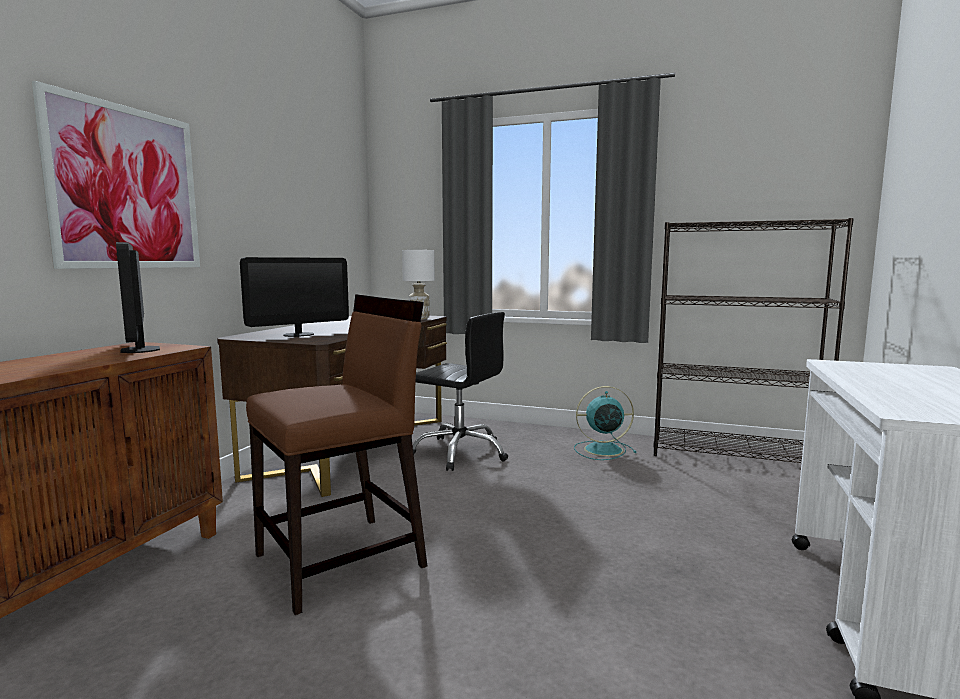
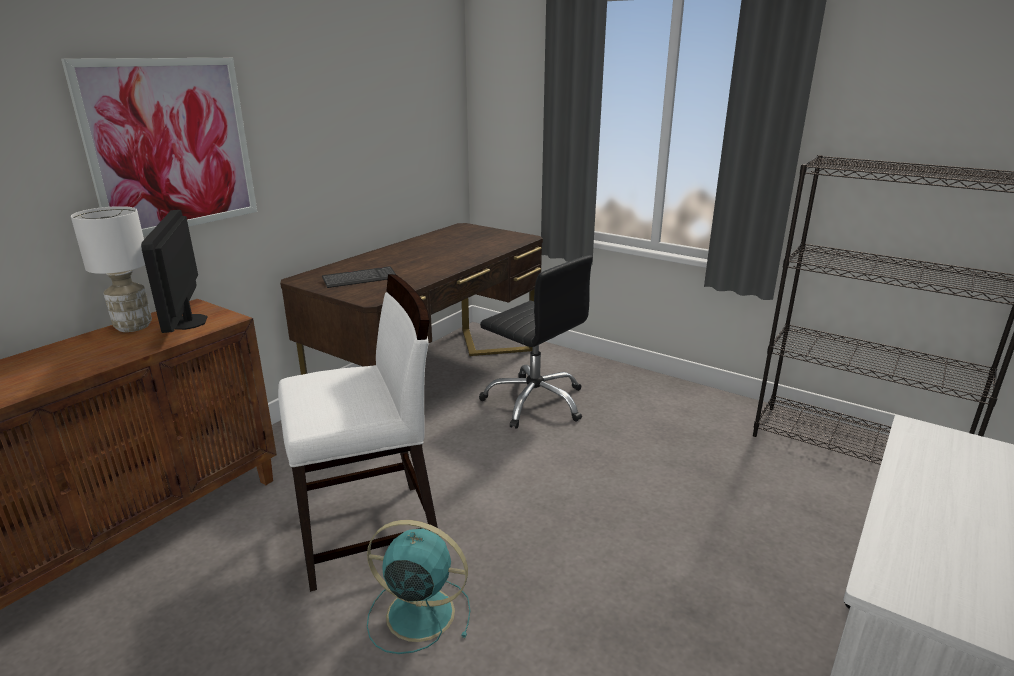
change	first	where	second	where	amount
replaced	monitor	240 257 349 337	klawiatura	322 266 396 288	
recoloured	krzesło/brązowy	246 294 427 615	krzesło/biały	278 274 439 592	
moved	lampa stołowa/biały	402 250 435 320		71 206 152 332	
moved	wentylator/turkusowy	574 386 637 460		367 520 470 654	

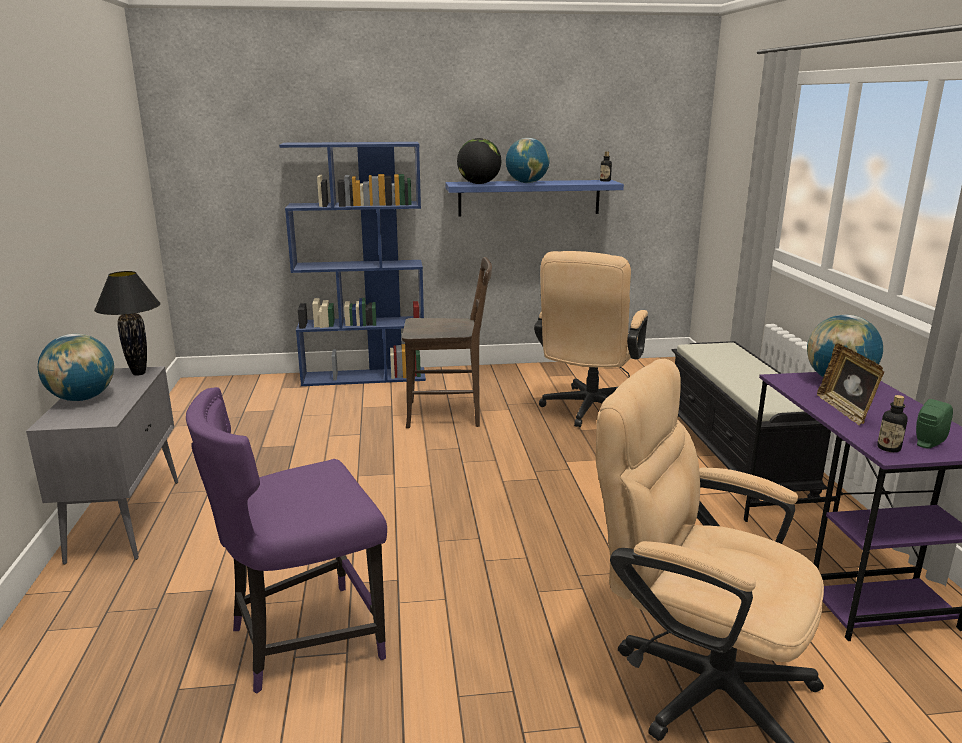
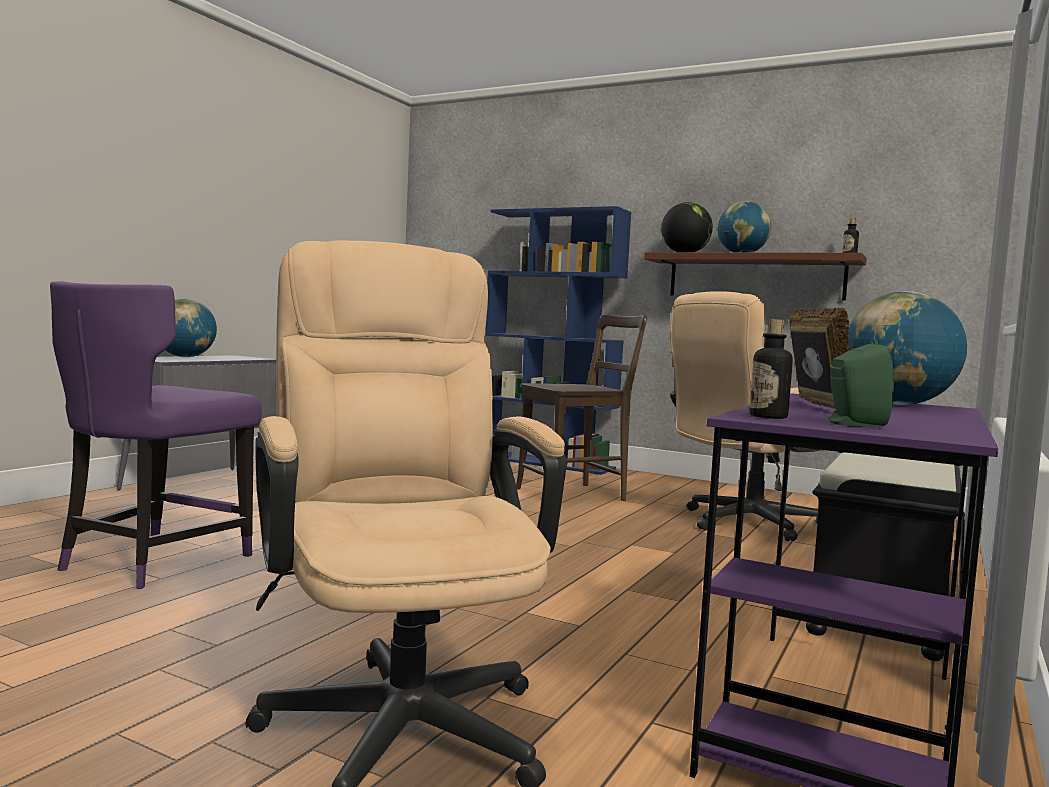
change	first	where	second	where	amount
removed	lampa stołowa/czarny	94 271 160 376			
turned	krzesło/fioletowy	186 387 387 694		50 281 262 589	75 degrees counterclockwise
turned	krzesło/brązowy	402 257 492 428		516 314 647 501	60 degrees counterclockwise
recoloured	półka/niebieski	445 180 624 216	półka/brązowy	644 252 867 301	
turned	ramka na zdjęcie	817 343 884 425		789 307 851 409	150 degrees clockwise

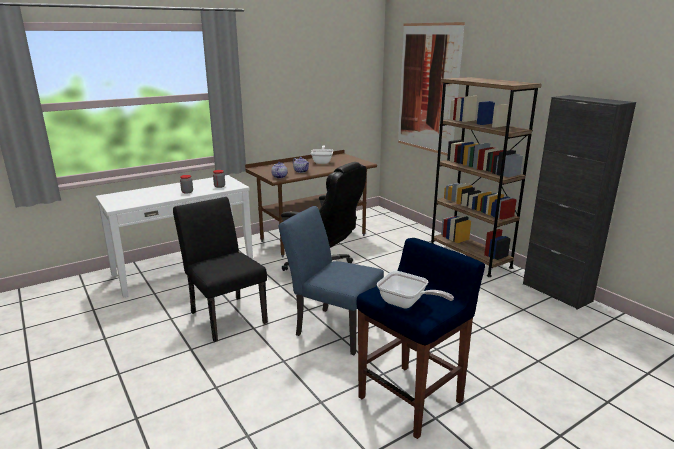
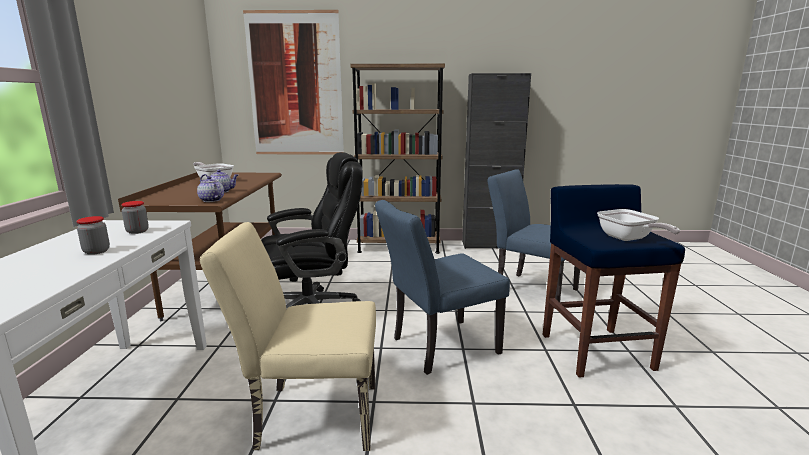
change	first	where	second	where	amount
recoloured	krzesło/czarny	173 197 268 342	krzesło/beżowy	200 222 376 451	
turned	patelnia	377 271 454 308		597 209 680 241	90 degrees clockwise
added			krzesło/niebieski	487 169 580 302	

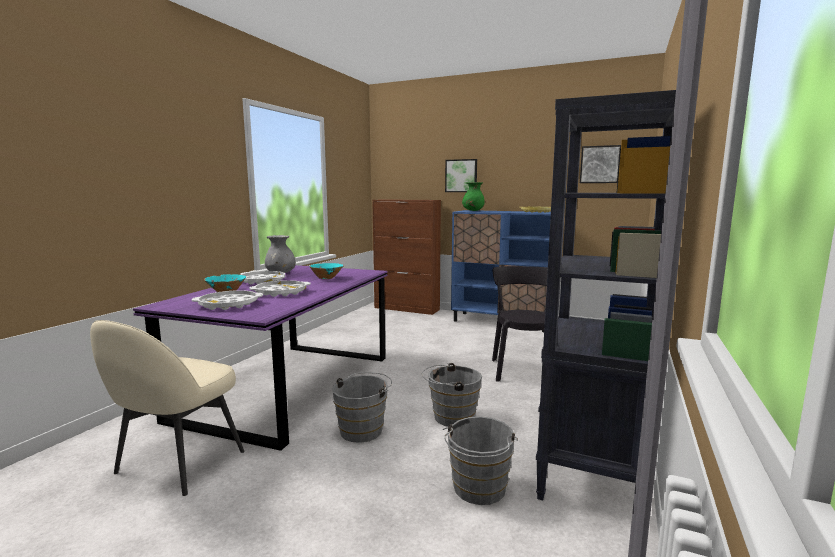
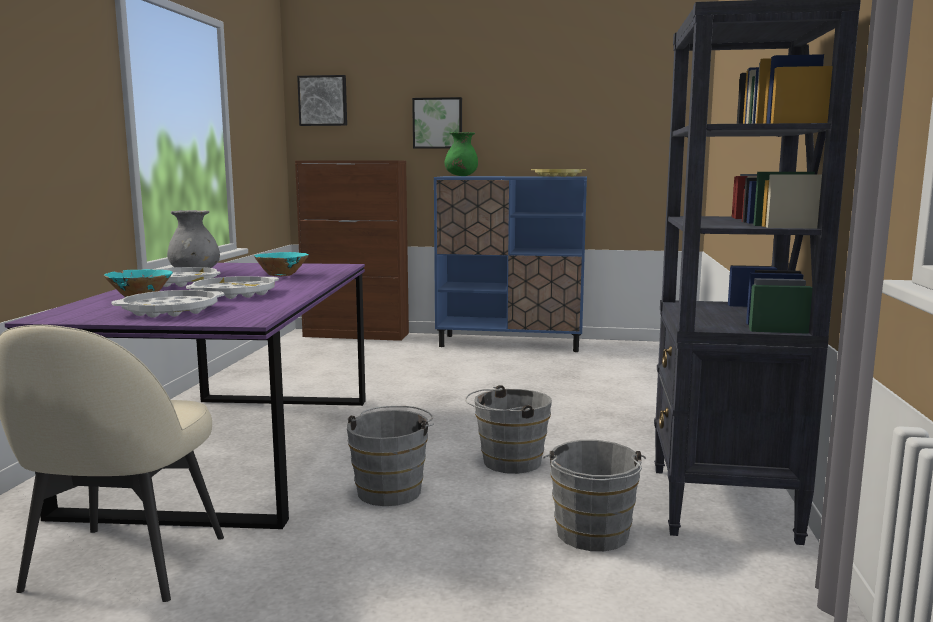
change	first	where	second	where	amount
removed	krzesło/czarny	492 266 548 382			
moved	obraz	580 145 621 183		297 75 347 126	

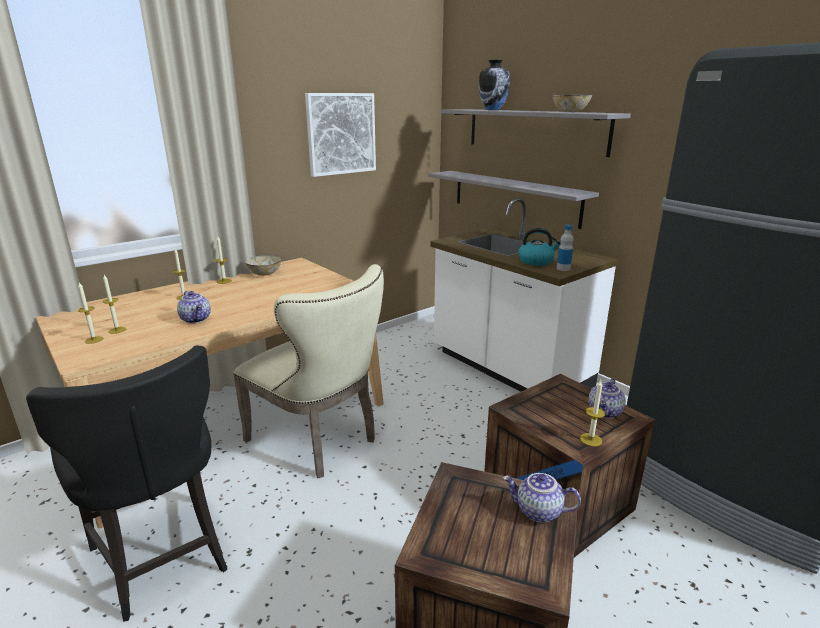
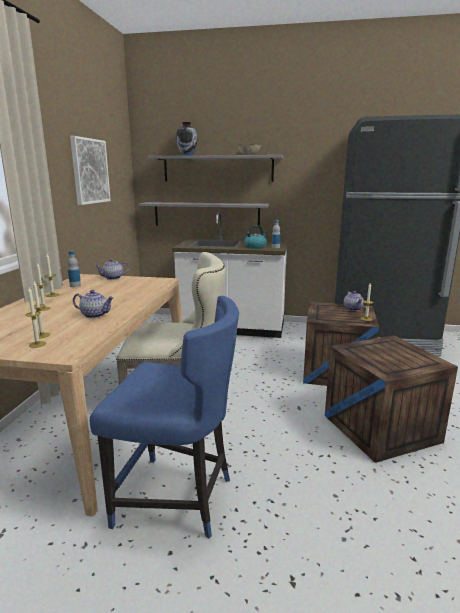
change	first	where	second	where	amount
recoloured	krzesło/czarny	26 345 227 622	krzesło/niebieski	90 296 239 539	
replaced	miska	244 254 282 276	butelka	68 251 81 287	
moved	imbryk	503 473 581 523		94 259 129 280	

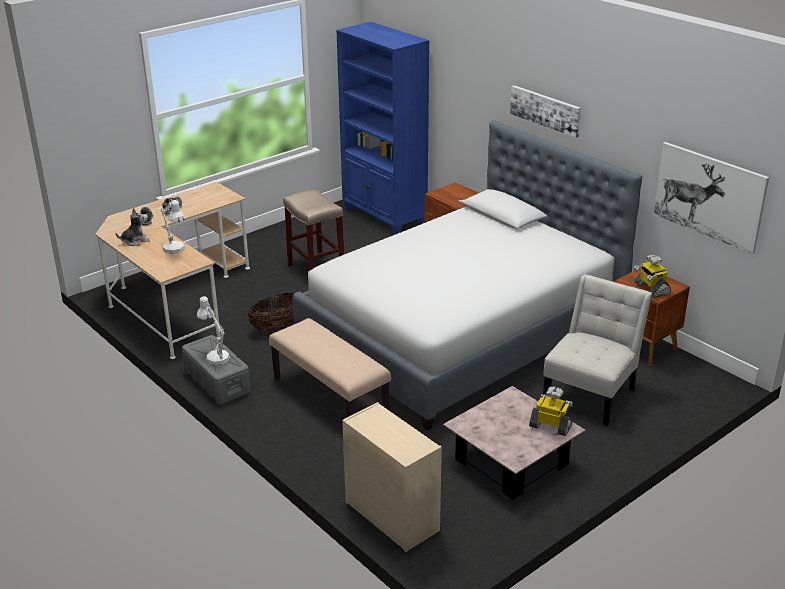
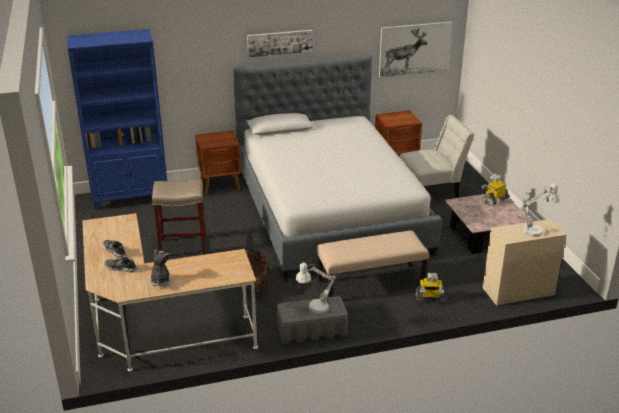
change	first	where	second	where	amount
moved	lampa stołowa/biały	161 199 185 254		522 183 560 237	
turned	krzesło/biały	543 274 652 426		399 115 475 198	105 degrees clockwise
moved	robot zabawkowy	634 255 671 298		416 272 445 303	

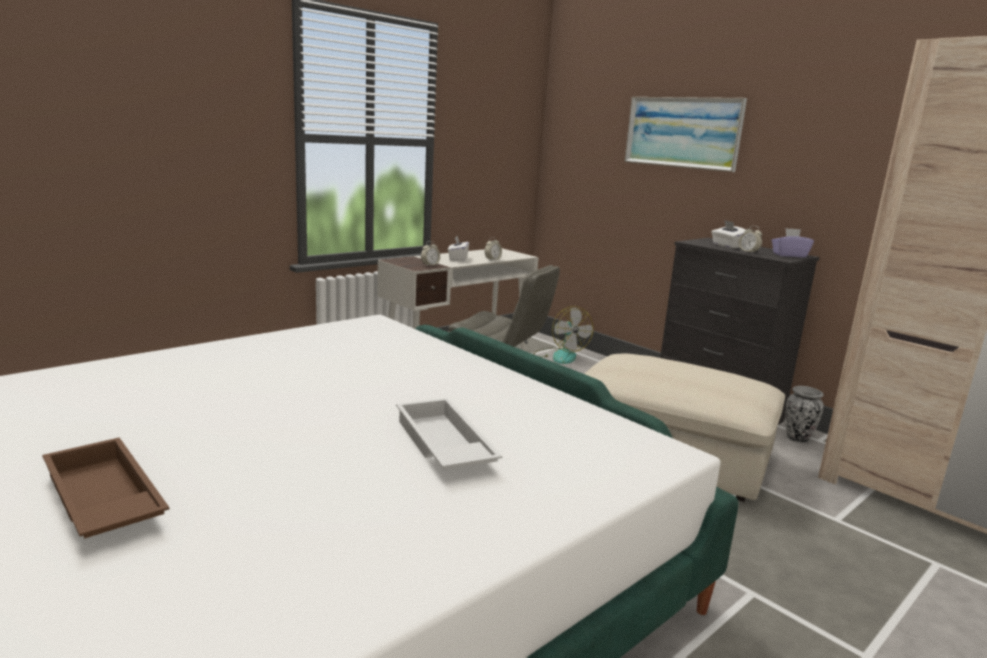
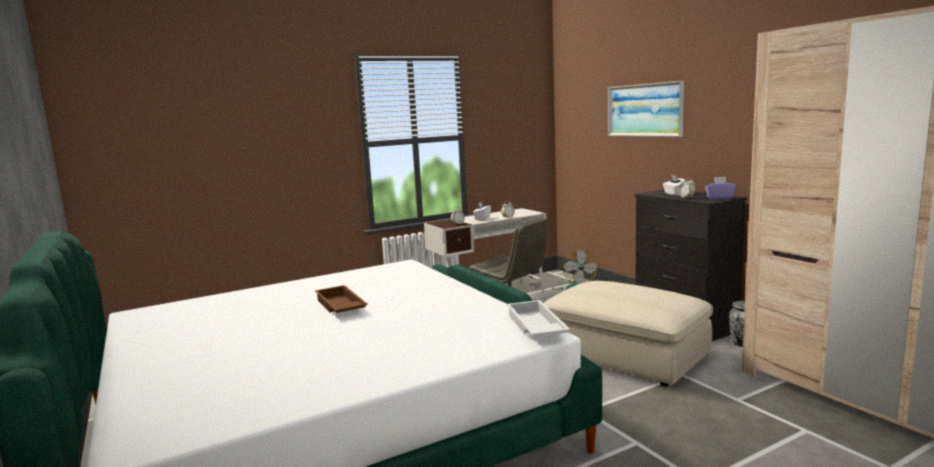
change	first	where	second	where	amount
moved	taca/brązowy	42 437 169 538		315 285 368 313	
moved	taca/biały	396 398 502 470		507 300 570 337	

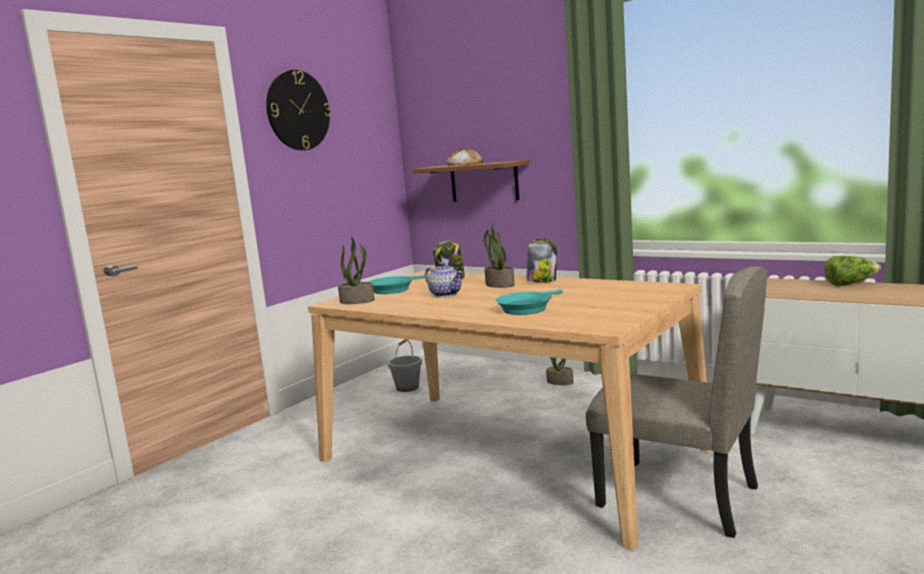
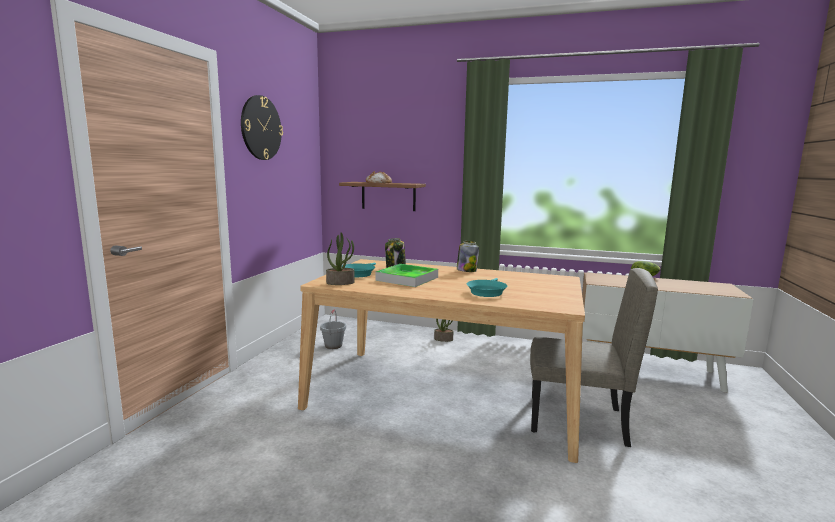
change	first	where	second	where	amount
replaced	imbryk	425 262 463 297	taca	375 264 438 287	
removed	roślina doniczkowa	483 223 515 288			

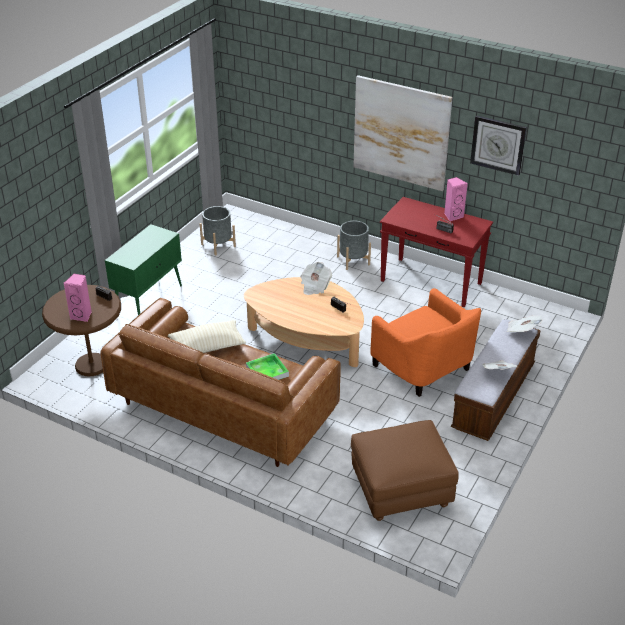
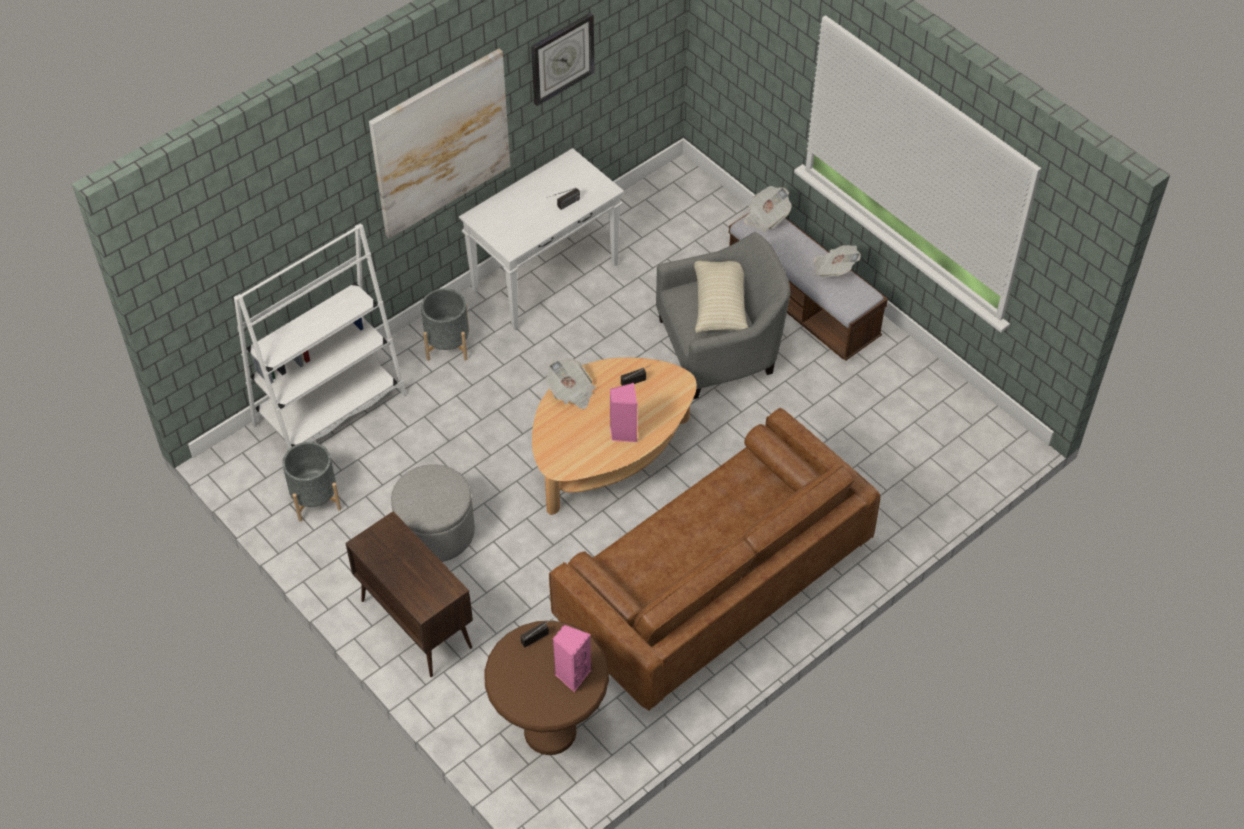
change	first	where	second	where	amount
recoloured	szafka/zielony	105 224 182 315	szafka/brązowy	345 511 473 677	
moved	poduszka/beżowy	168 320 246 353		694 261 748 333	
removed	taca	246 353 289 380			
removed	pufa/brązowy	351 420 459 521			
recoloured	fotel/pomarańczowy	370 288 481 397	fotel/szary	656 232 790 399	
recoloured	stolik konsolowy/czerwony	380 197 493 307	stolik konsolowy/biały	459 148 624 330	
moved	głośnik/różowy	444 177 468 221		610 383 637 442	
added			regał/biały	234 223 406 450	
added			pufa/szary	391 464 475 562	

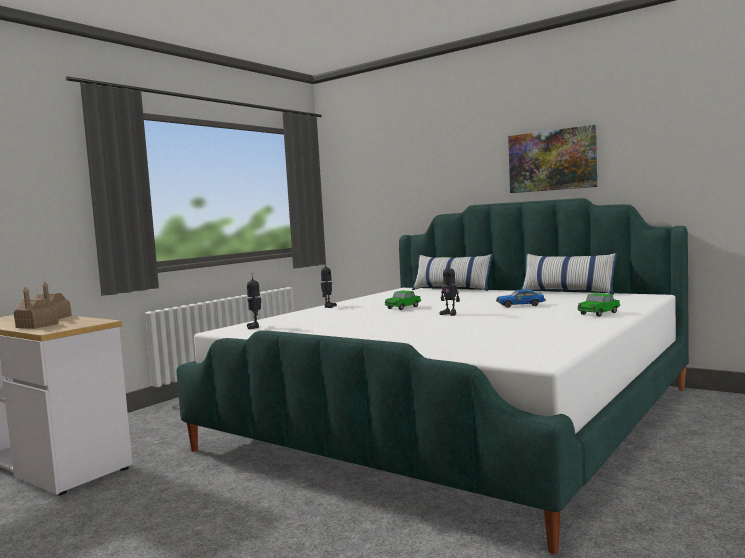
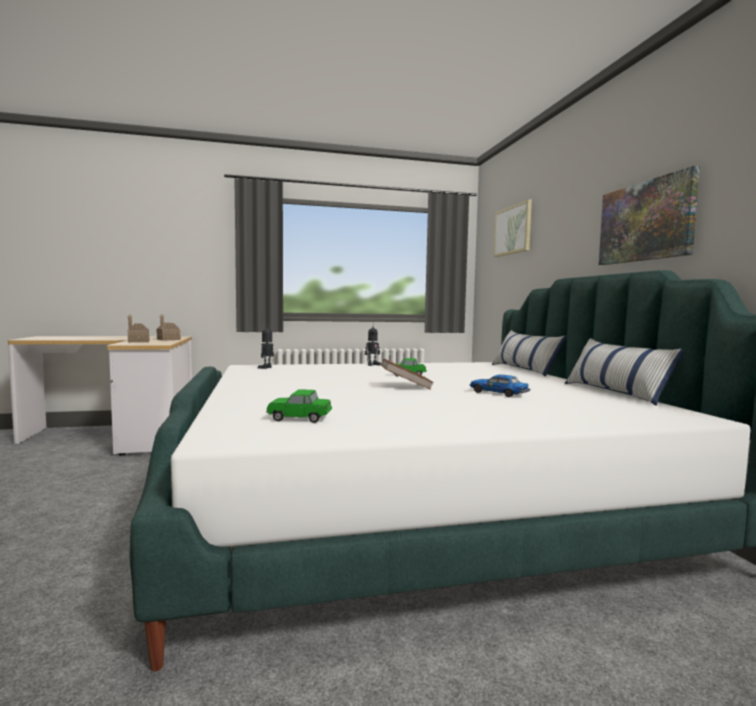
change	first	where	second	where	amount
replaced	robot zabawkowy	440 261 460 316	książka/brązowy	381 359 434 390	
moved	samochodzik	577 293 620 317		266 389 332 423	
added			obraz	494 199 532 257	

